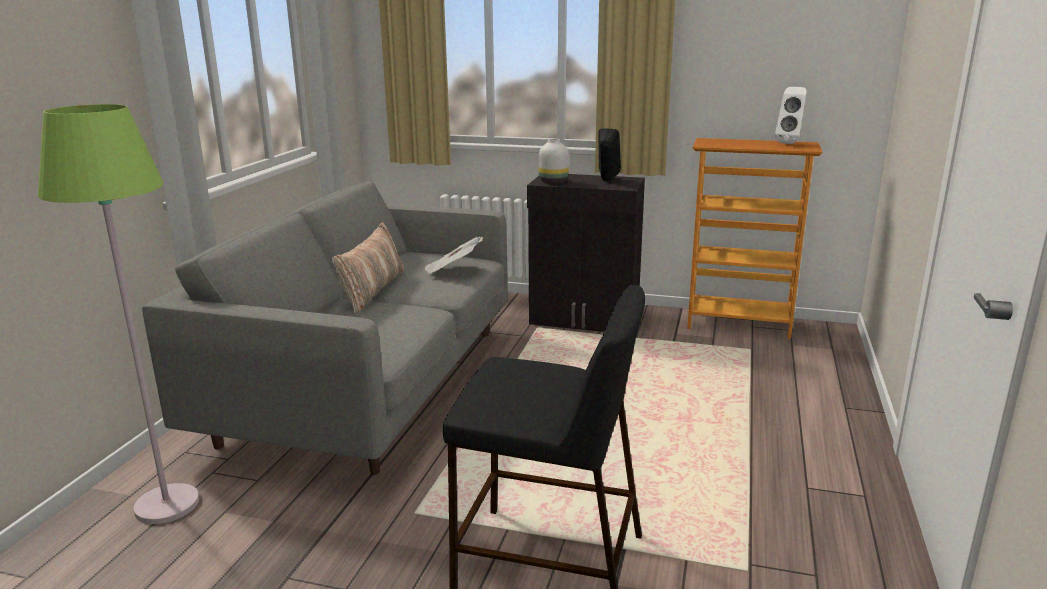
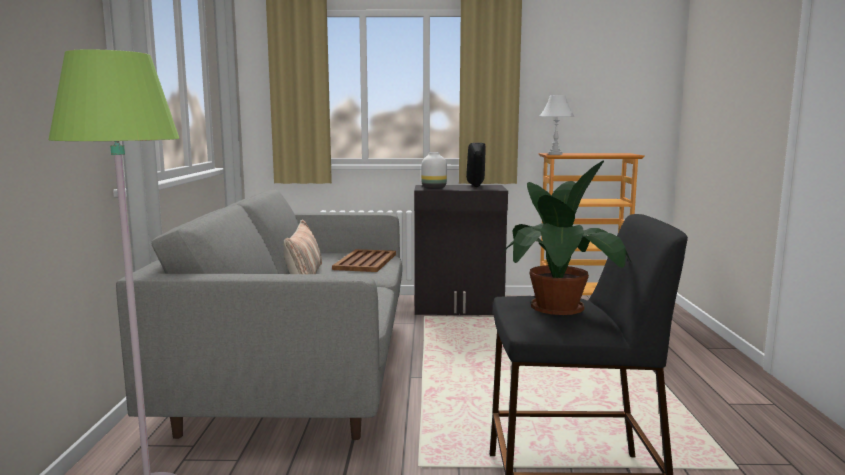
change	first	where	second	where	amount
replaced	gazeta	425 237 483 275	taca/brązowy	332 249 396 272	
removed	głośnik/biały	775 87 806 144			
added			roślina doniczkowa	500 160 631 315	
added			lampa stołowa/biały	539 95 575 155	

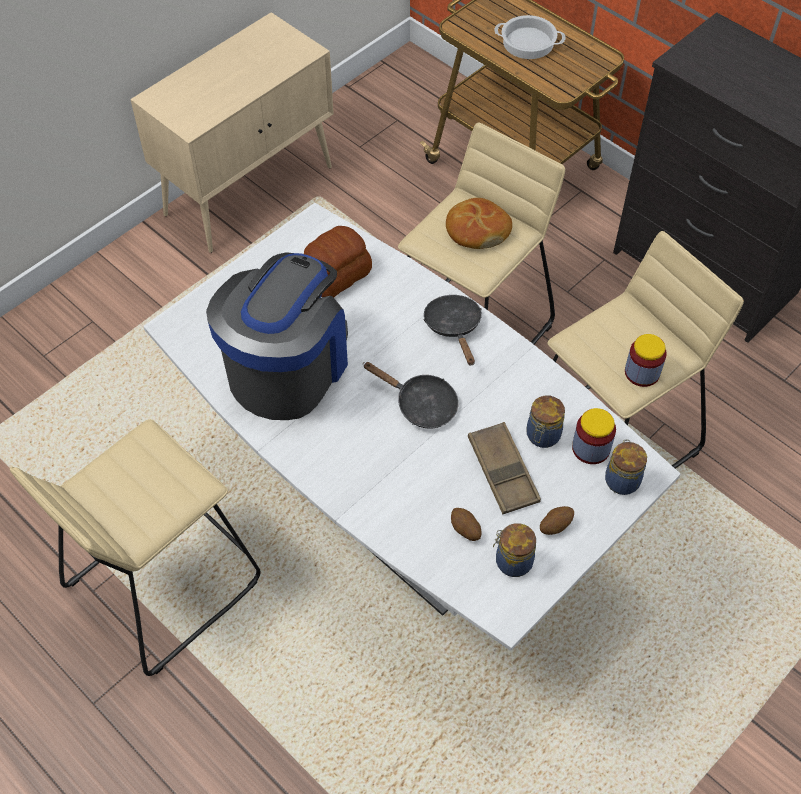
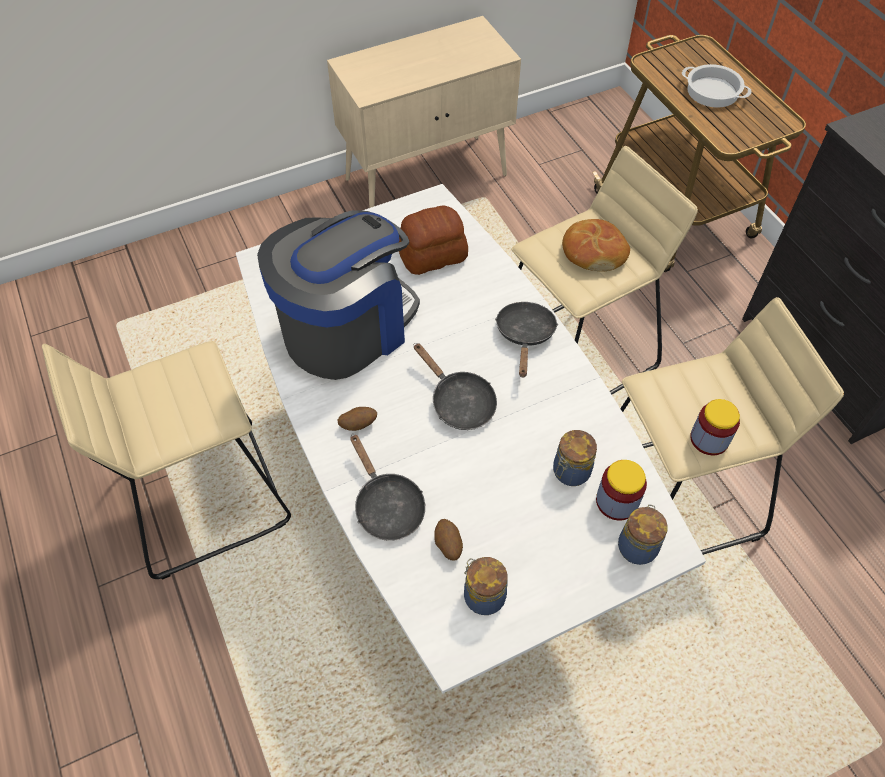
change	first	where	second	where	amount
removed	taca/brązowy	468 422 541 515			
moved	ziemniak	540 506 574 535		337 407 377 431	
added			patelnia/czarny	351 434 425 541	

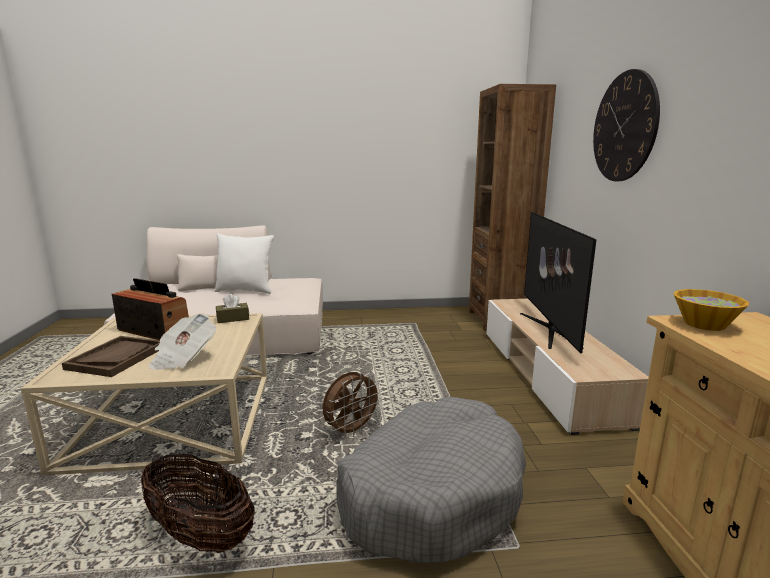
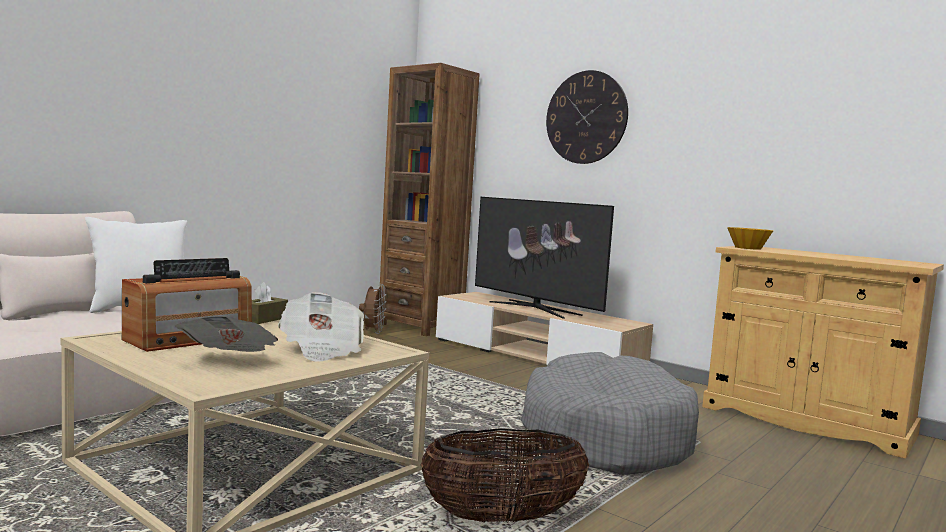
change	first	where	second	where	amount
replaced	taca/brązowy	62 336 160 377	gazeta	175 316 278 352	
turned	radio	112 278 189 340		122 258 252 352	150 degrees clockwise
moved	wentylator/brązowy	322 372 382 438		359 284 387 334	

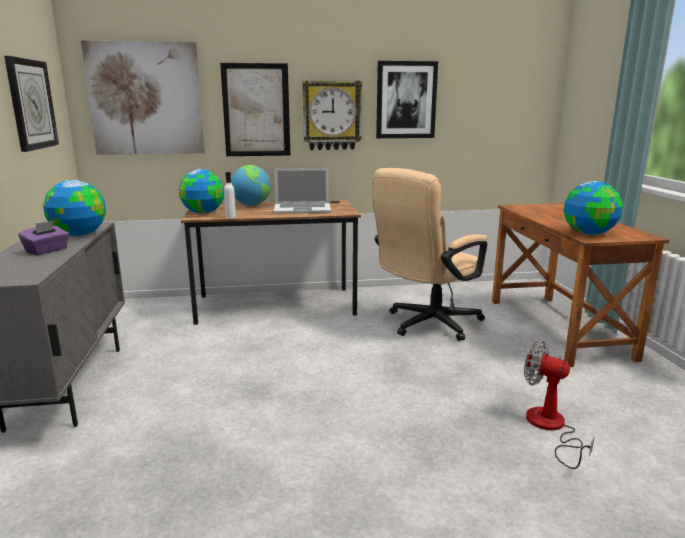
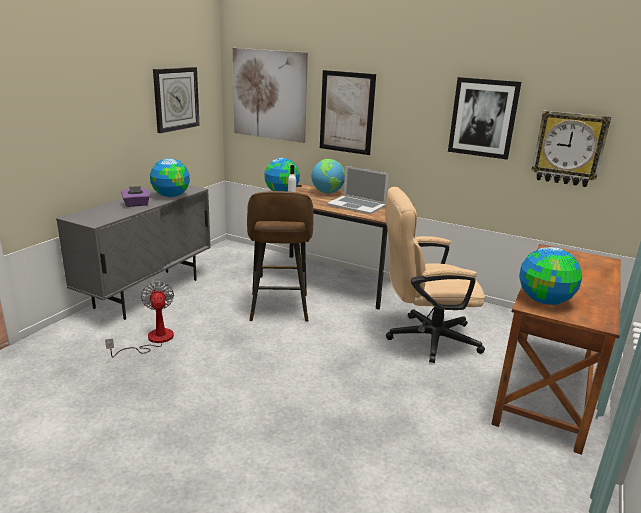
change	first	where	second	where	amount
moved	zegar ścienny	302 80 362 150		532 110 611 187	
moved	wentylator	524 341 595 469		105 281 174 357	
added			stołek/brązowy	247 191 314 321	

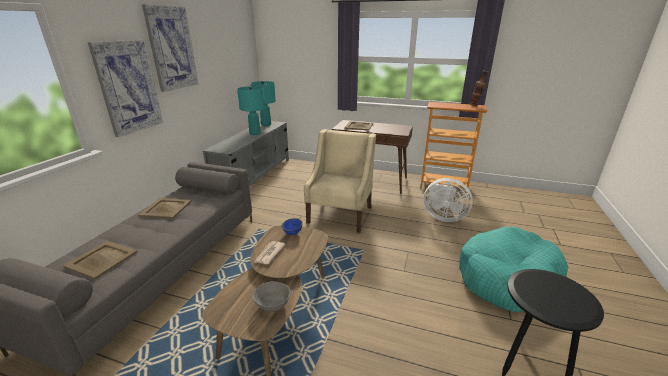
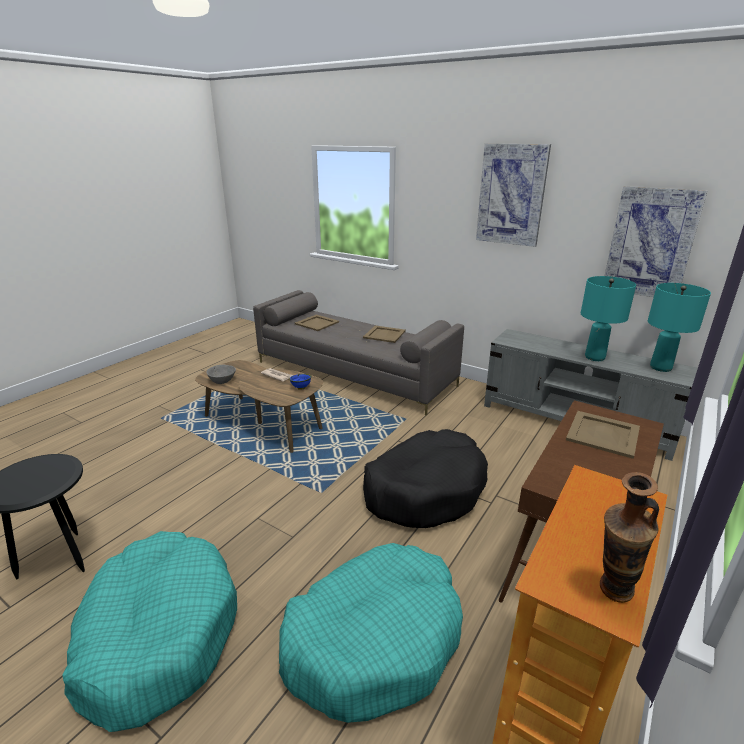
change	first	where	second	where	amount
moved	obraz	88 40 163 137		605 186 708 297	
replaced	fotel/beżowy	304 129 376 233	legowisko/czarny	363 429 488 528	
replaced	wentylator/biały	424 178 473 222	legowisko/turkusowy	279 543 463 723	

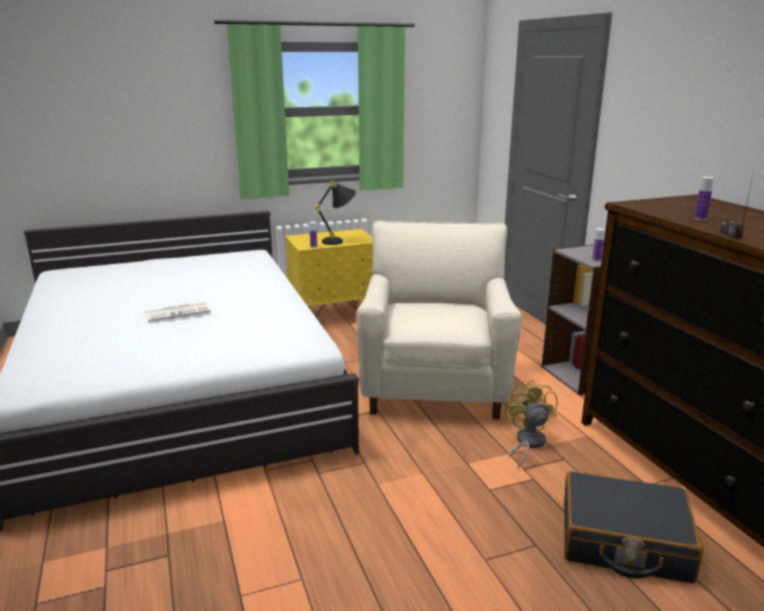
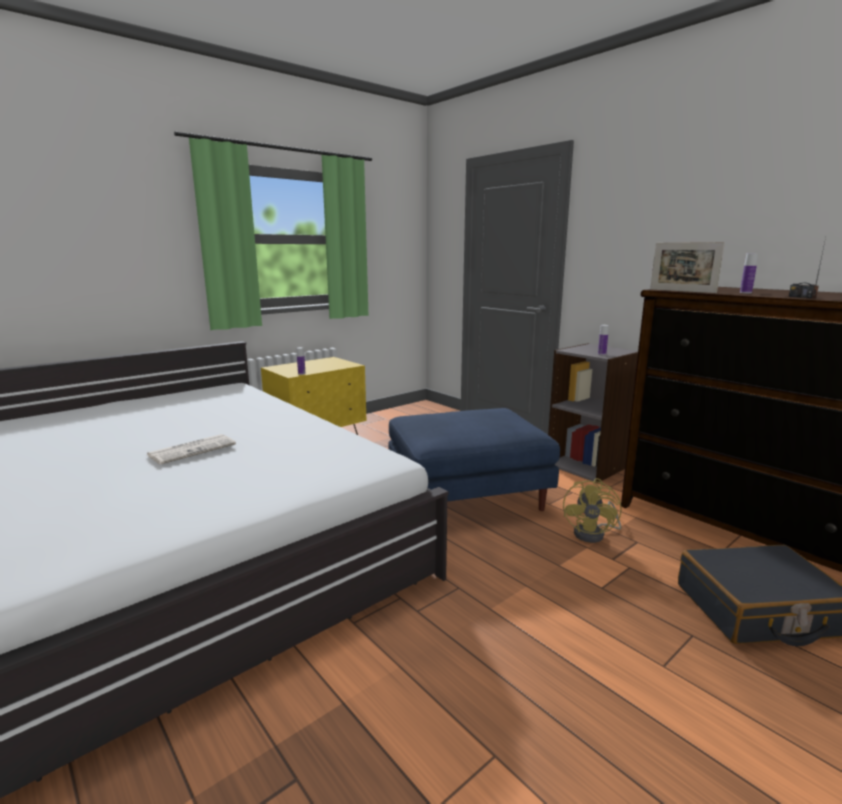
change	first	where	second	where	amount
removed	lampa stołowa/czarny	315 181 356 245			
replaced	fotel/beżowy	357 221 522 420	pufa/niebieski	388 408 560 511	
turned	wentylator/żółty	505 380 558 468		563 478 622 543	135 degrees counterclockwise
added			ramka na zdjęcie	650 242 725 293	

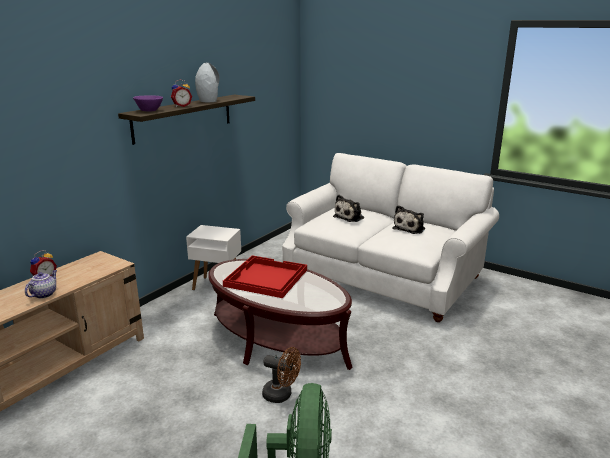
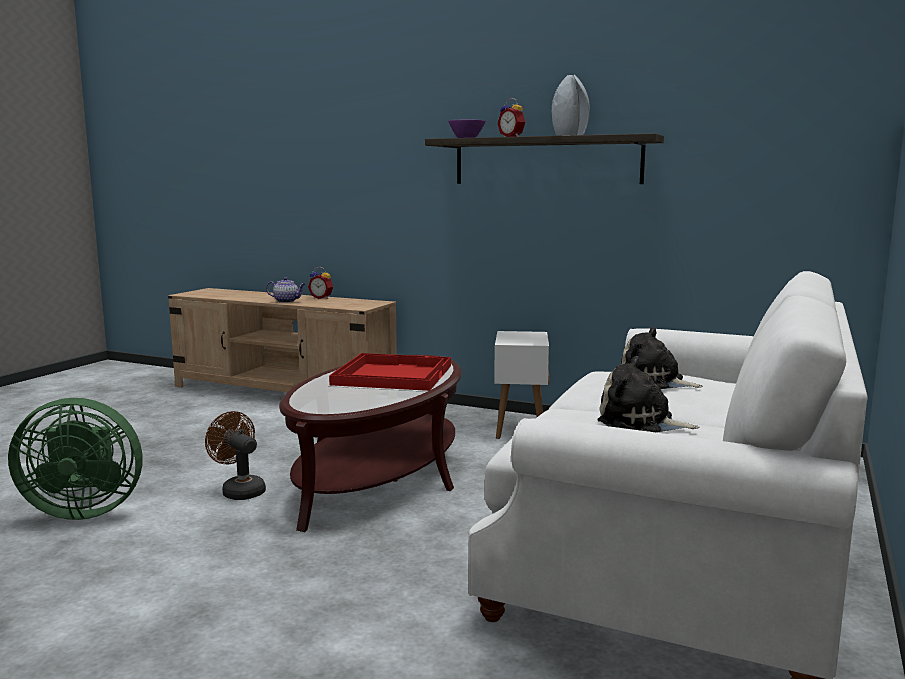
change	first	where	second	where	amount
turned	wentylator/brązowy	262 347 301 403		205 411 266 500	120 degrees clockwise

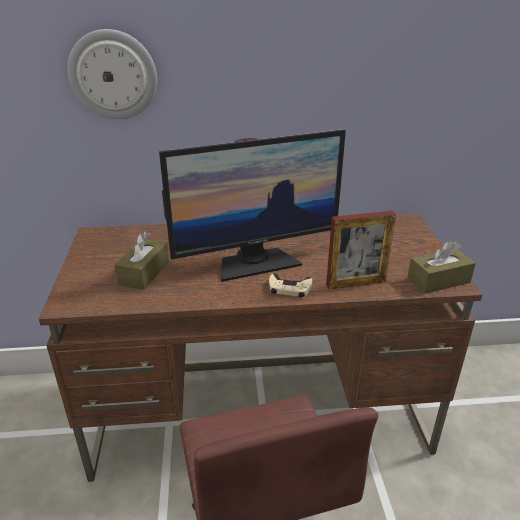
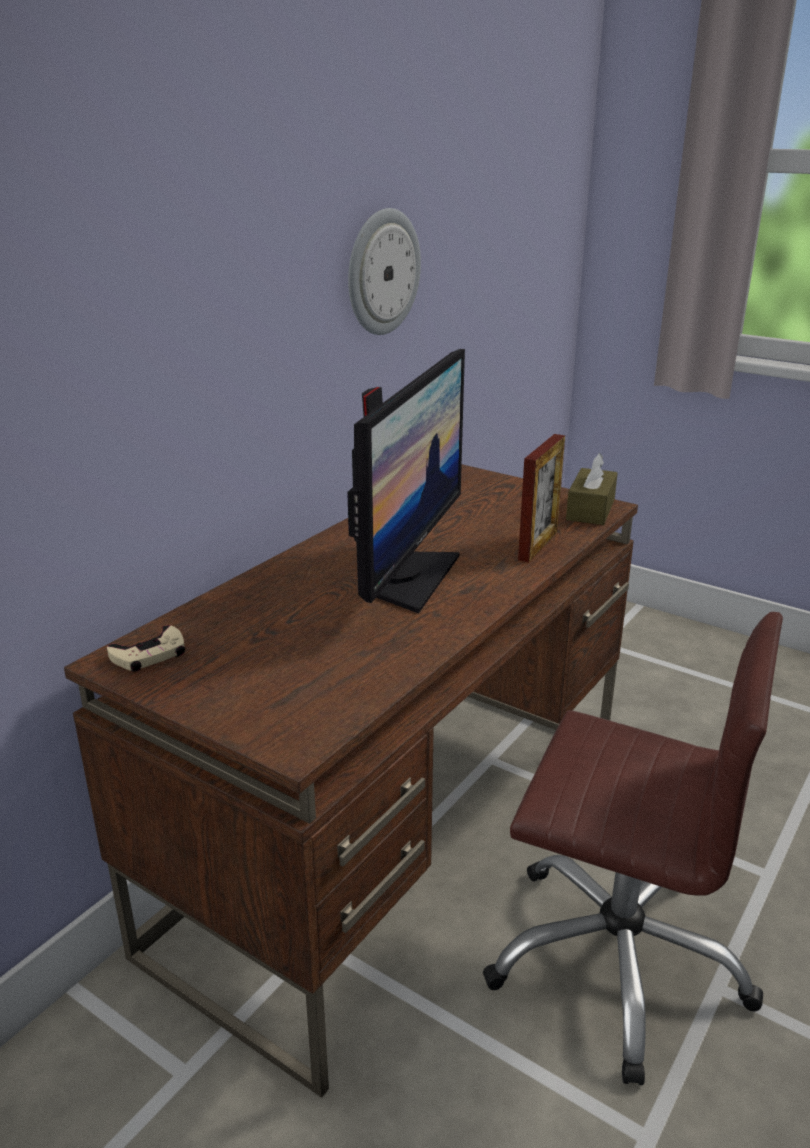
change	first	where	second	where	amount
moved	zegar ścienny	67 29 157 119		348 208 421 335	
removed	pudełko chusteczek/brązowy	115 231 169 290			
moved	pad do gier/beżowy	269 273 312 297		107 625 185 672	

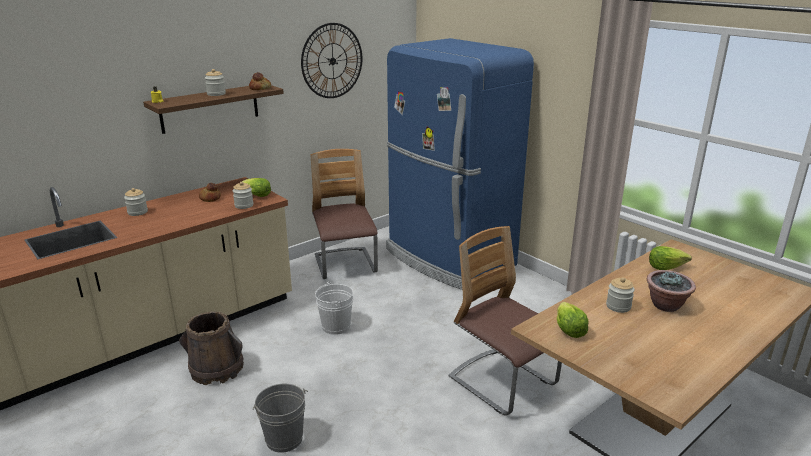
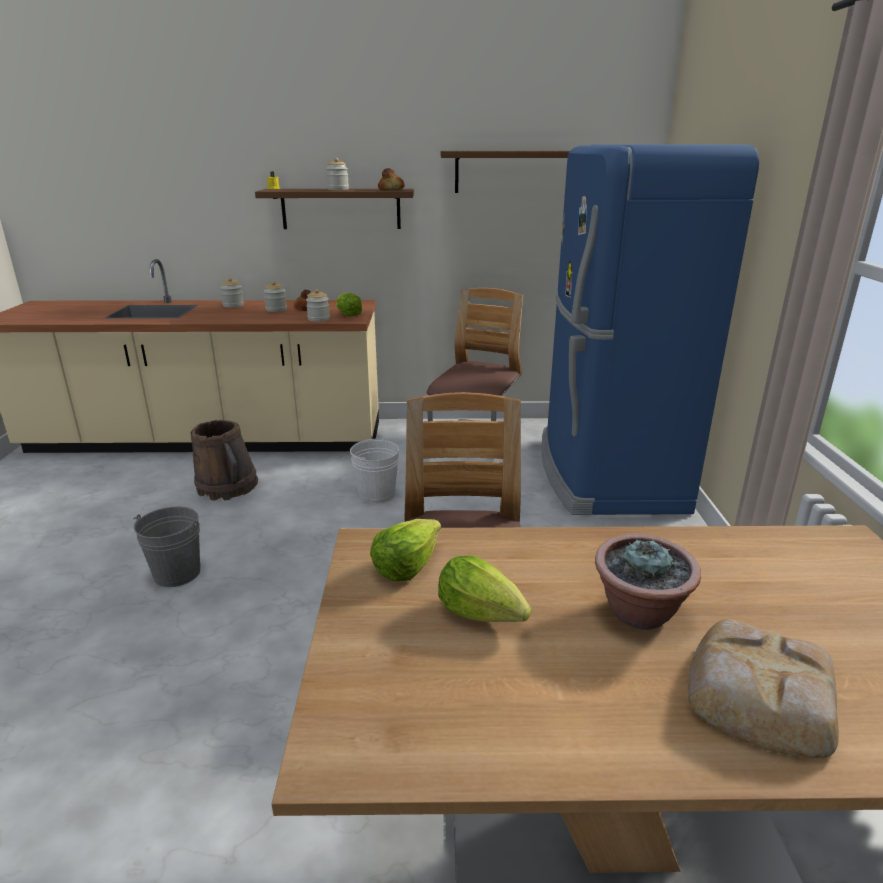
change	first	where	second	where	amount
replaced	zegar ścienny	301 23 362 98	półka/brązowy	441 151 569 193	
moved	słoik	606 277 635 313		263 281 287 312	
moved	sałata	649 246 692 270		438 556 532 622	
added			chleb	688 619 839 758	

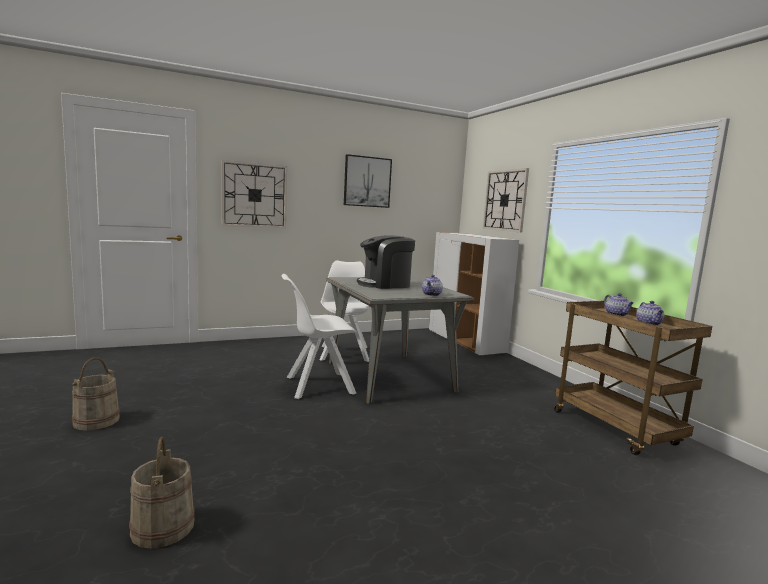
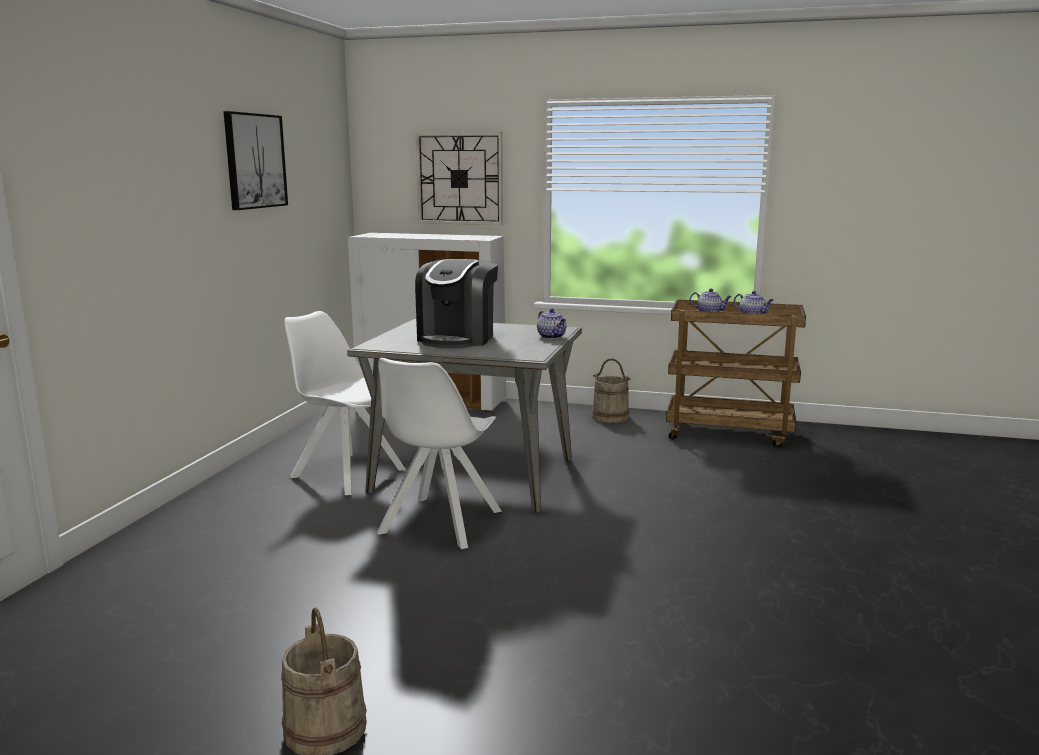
change	first	where	second	where	amount
moved	wiadro/beżowy	129 437 195 549		592 358 631 423	
removed	zegar ścienny	222 160 287 228			

